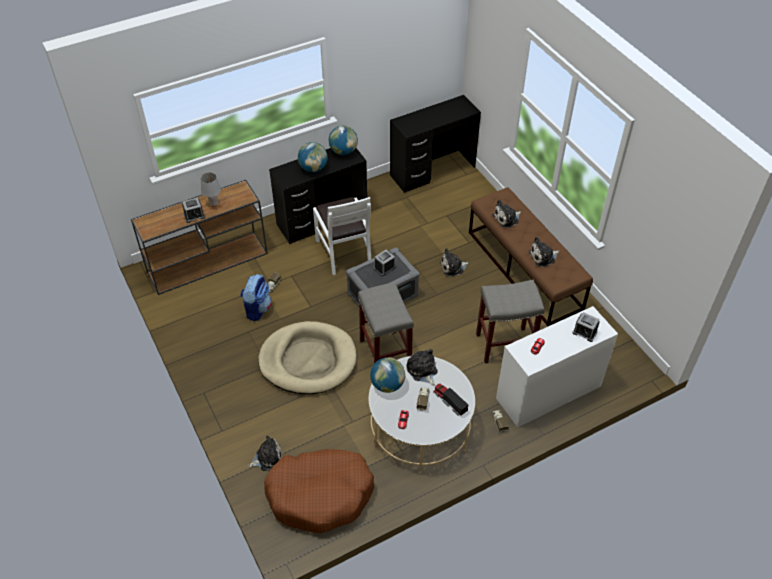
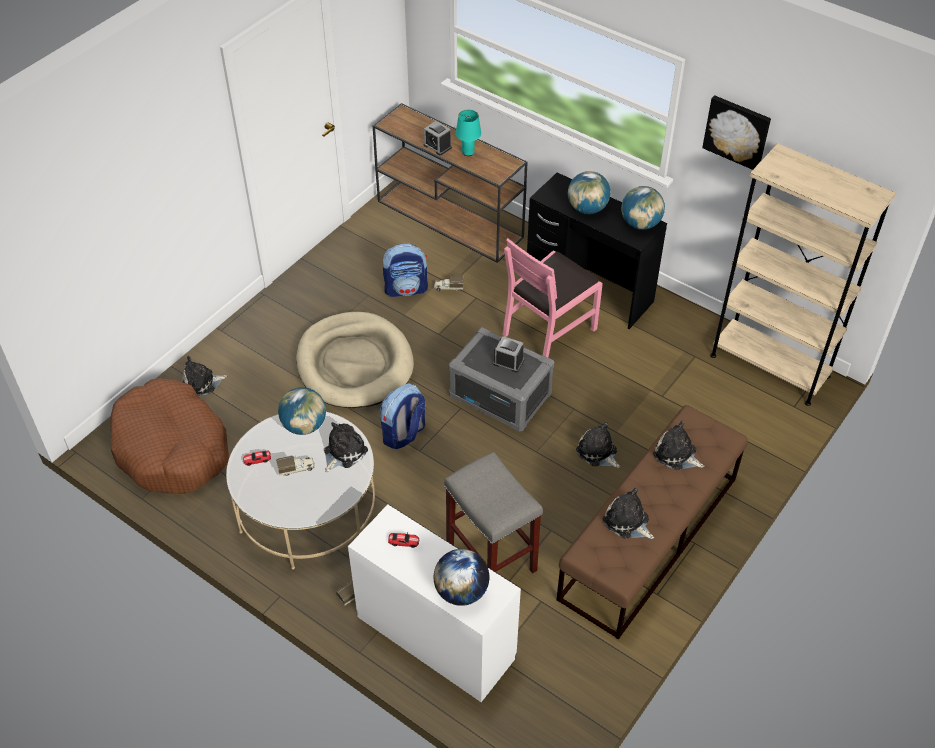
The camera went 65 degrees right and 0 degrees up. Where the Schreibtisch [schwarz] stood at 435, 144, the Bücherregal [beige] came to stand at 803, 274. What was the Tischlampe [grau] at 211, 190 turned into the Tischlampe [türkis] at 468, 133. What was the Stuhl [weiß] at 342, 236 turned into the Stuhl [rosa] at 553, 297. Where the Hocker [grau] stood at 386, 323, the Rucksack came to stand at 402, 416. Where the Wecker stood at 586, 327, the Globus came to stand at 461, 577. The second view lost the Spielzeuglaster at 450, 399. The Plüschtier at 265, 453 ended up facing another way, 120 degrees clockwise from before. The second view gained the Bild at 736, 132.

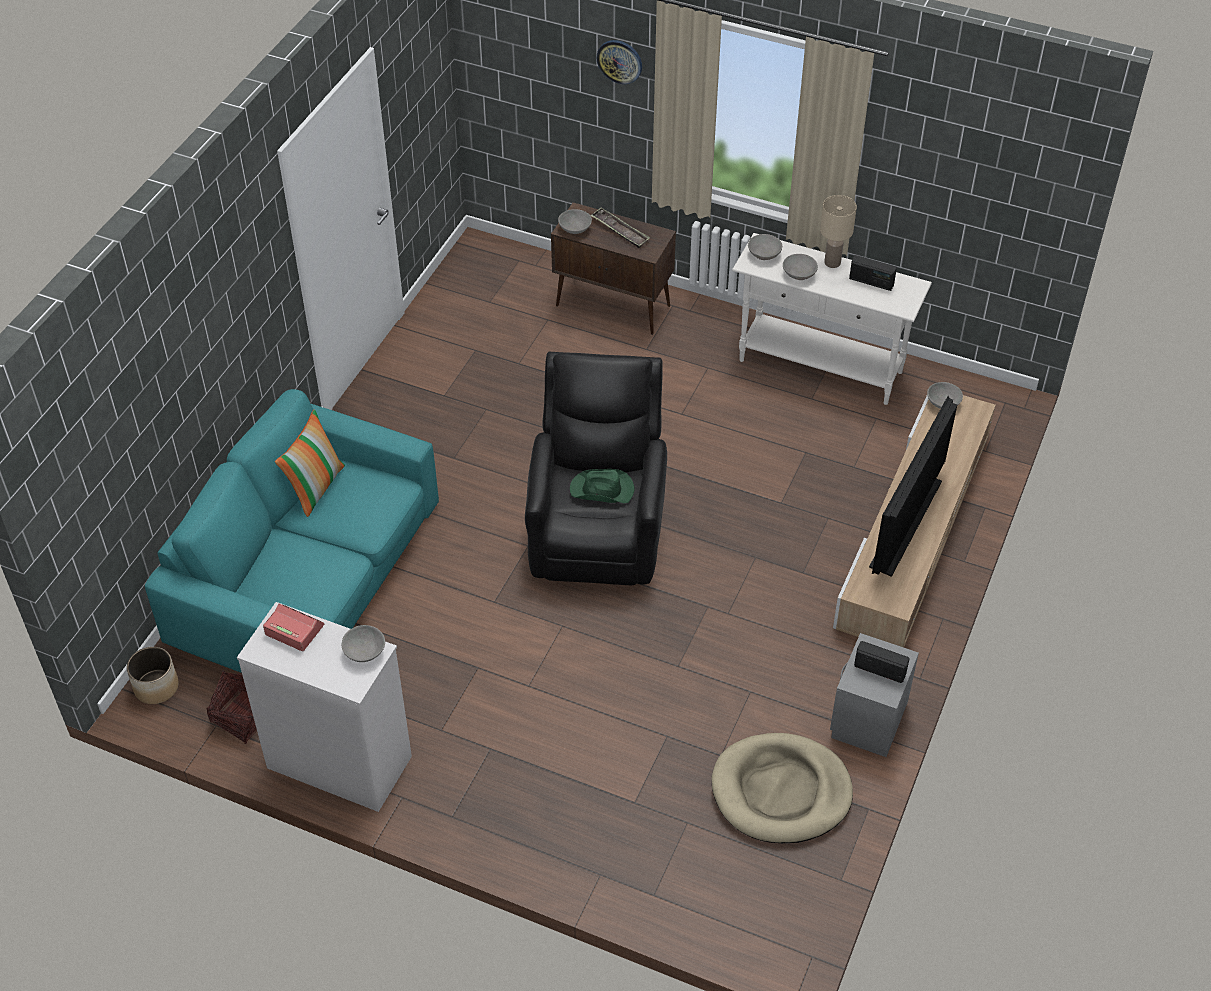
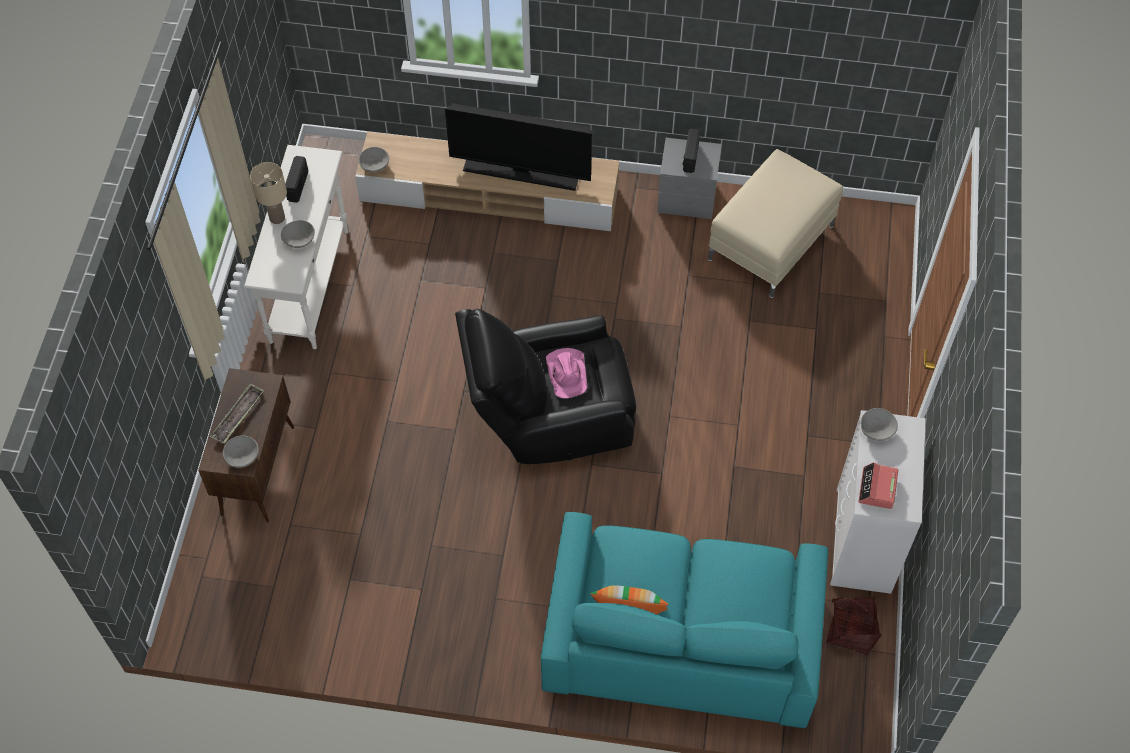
The camera went 105 degrees left and 10 degrees up. The second view lost the Wanduhr at 619, 62. The second view lost the Schüssel [grau] at 765, 247. What was the Hut [grün] at 602, 486 turned into the Hut [rosa] at 566, 373. The second view lost the Pflanzkübel at 153, 675. Where the Hundebett [beige] stood at 782, 788, the Polsterhocker [beige] came to stand at 775, 223.

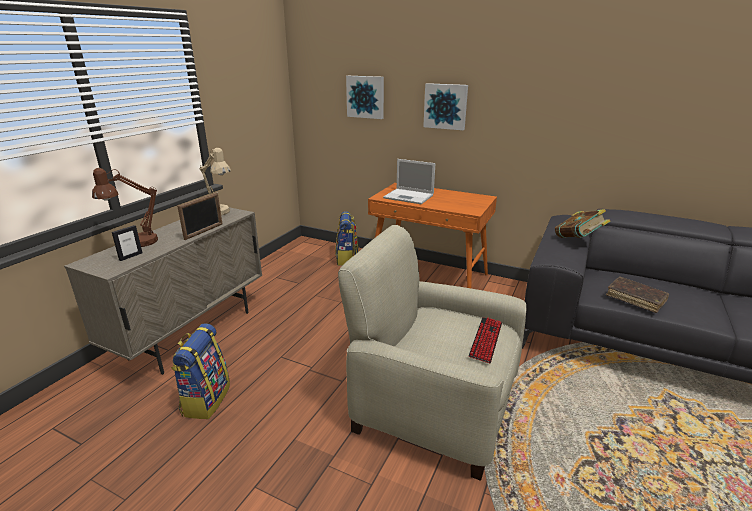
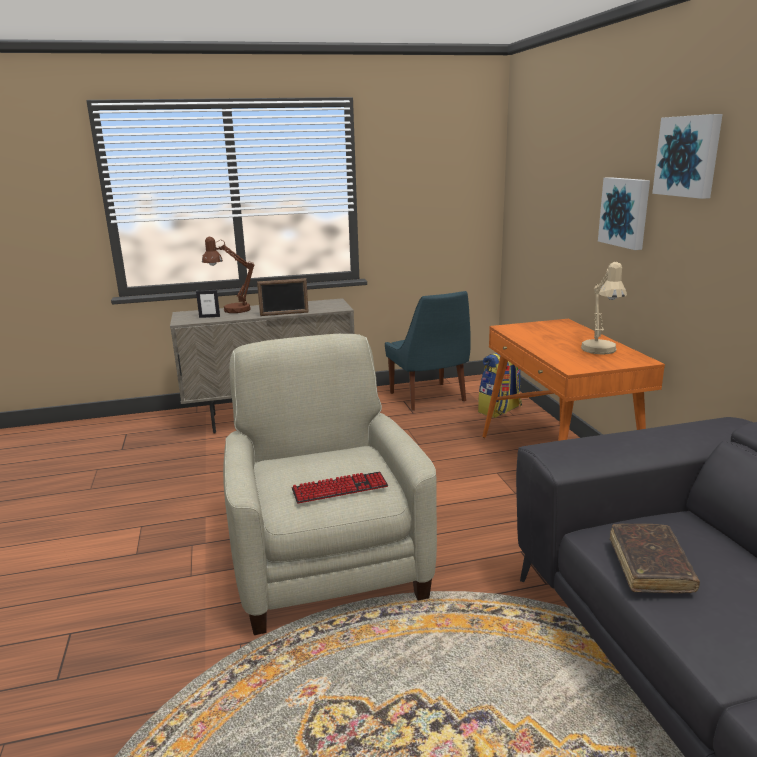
The camera went 50 degrees right and 5 degrees down. The Bild ended up elsewhere, having gone from 365, 97 to 687, 156. The Tischlampe [beige] ended up elsewhere, having gone from 215, 181 to 604, 308. The second view lost the Laptop at 409, 181. The second view lost the Buch at 583, 223. The second view lost the Rucksack at 200, 371. The second view gained the Stuhl [blau] at 428, 351.

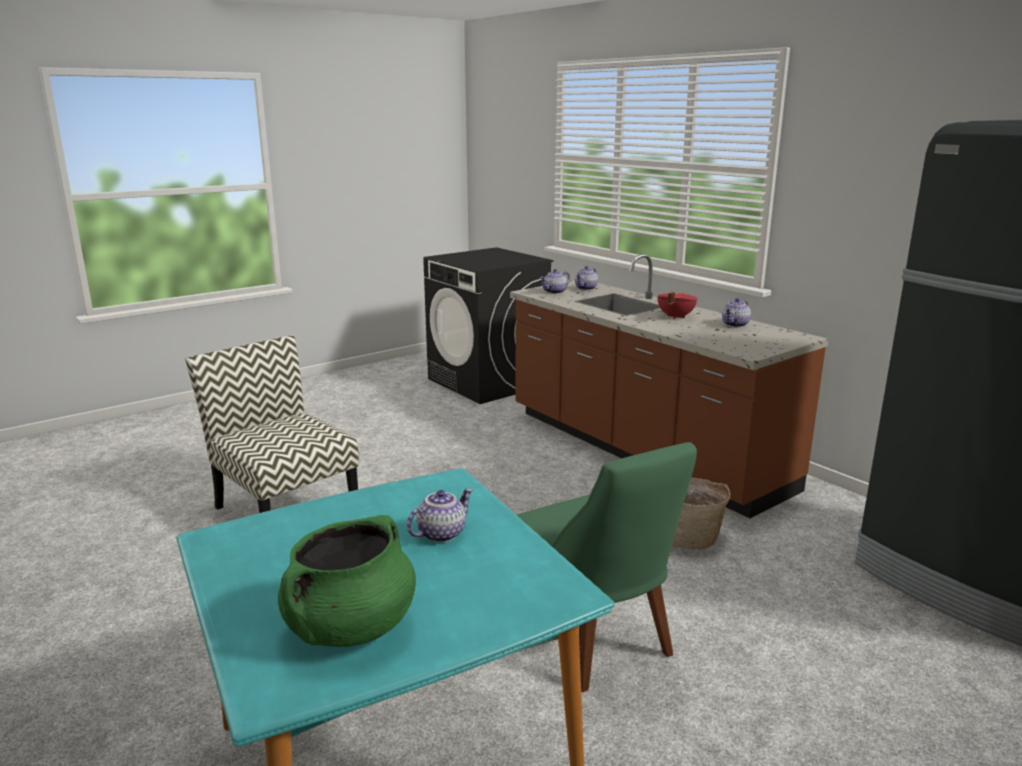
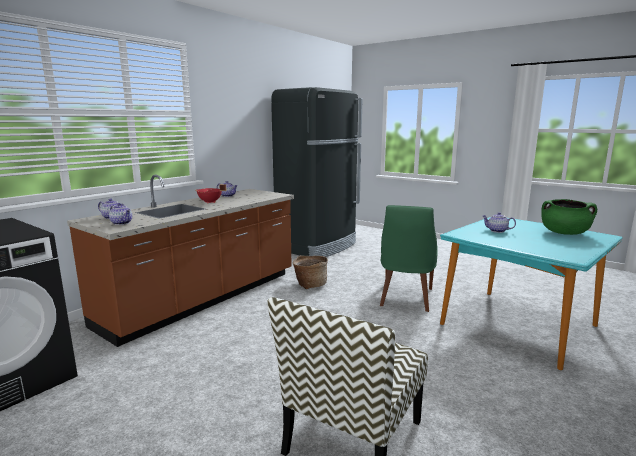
The camera went 105 degrees left and 5 degrees down. The Stuhl [grün] at 607, 567 ended up facing another way, 150 degrees clockwise from before.

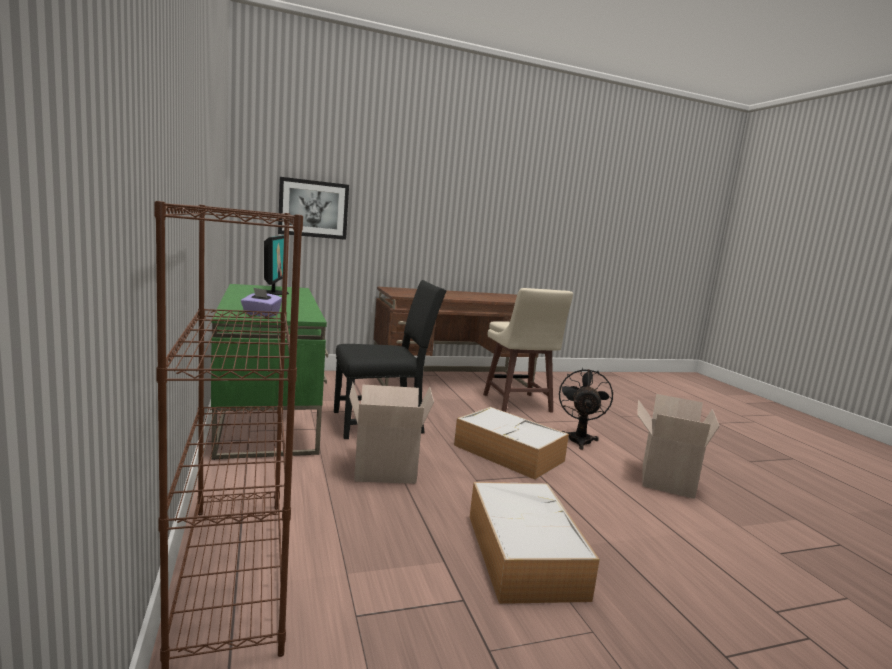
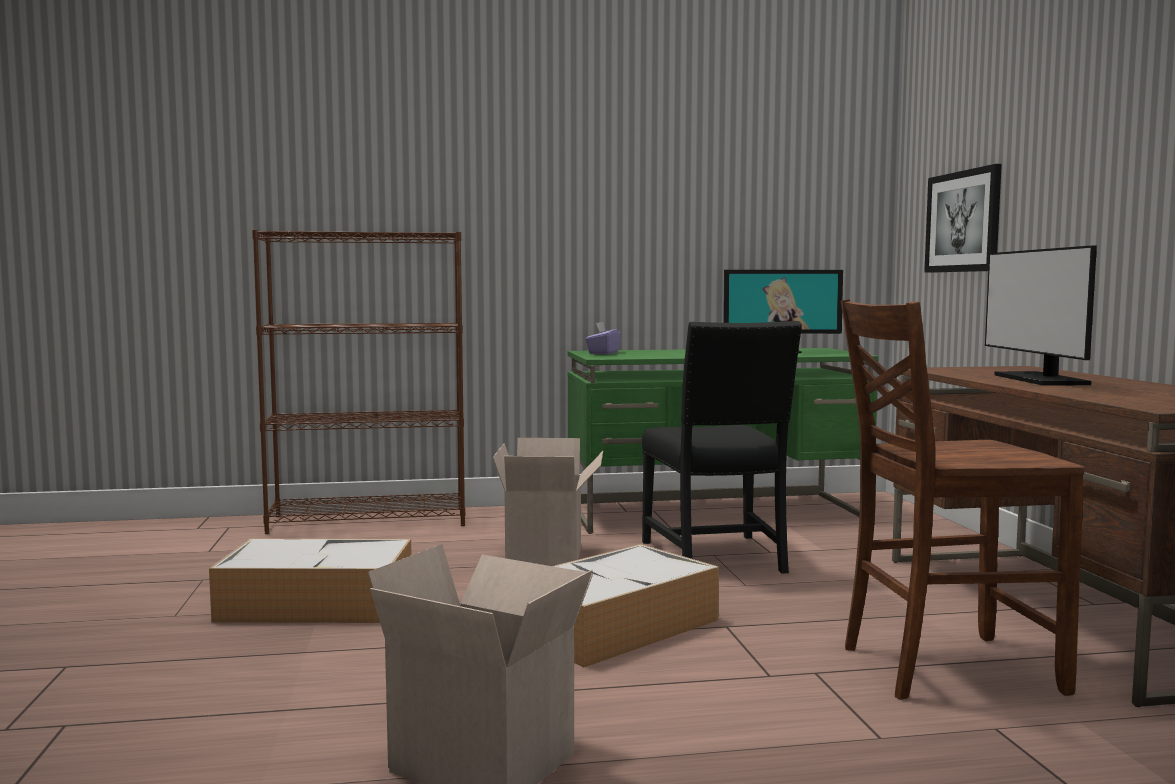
The camera went 100 degrees right and 5 degrees down. Where the Hocker [beige] stood at 528, 350, the Stuhl [braun] came to stand at 963, 499. The second view lost the Ventilator [schwarz] at 586, 408. The second view gained the Monitor at 1041, 315.

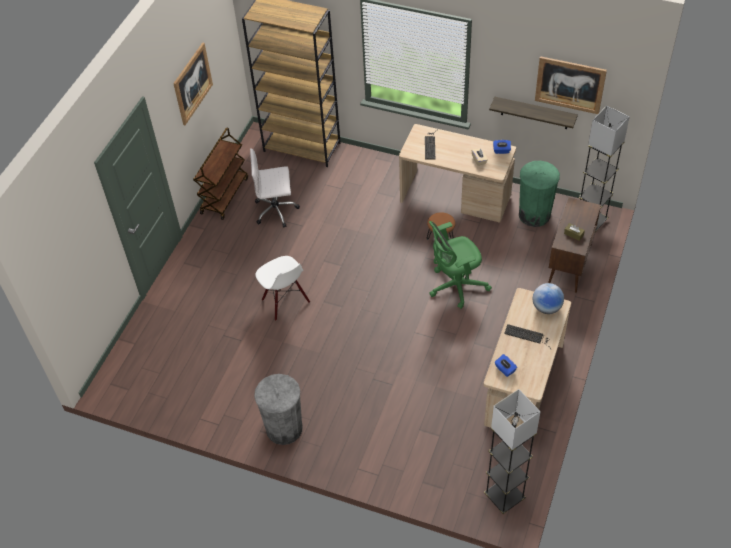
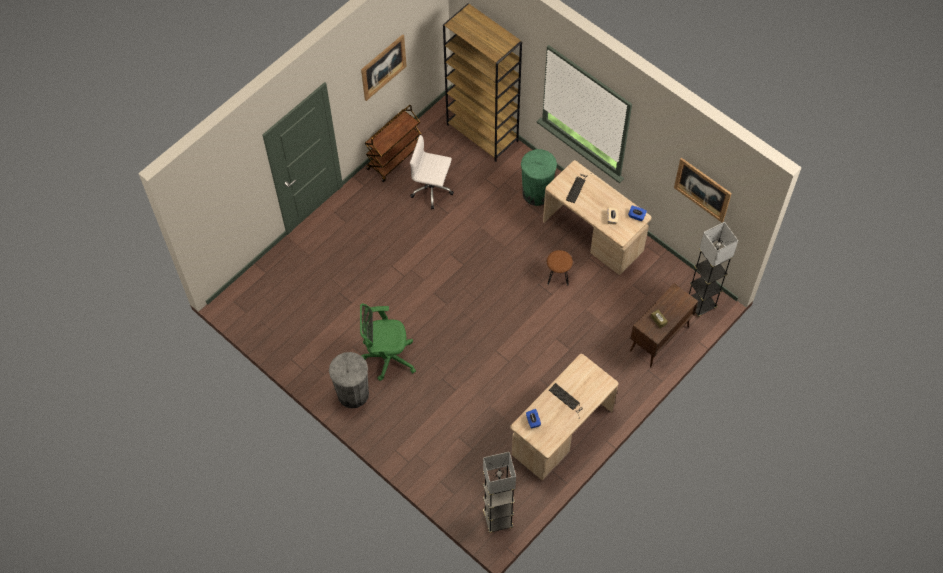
The camera went 20 degrees right and 10 degrees up. The second view lost the Wandregal at 533, 113. The Mülleimer [grün] ended up elsewhere, having gone from 539, 194 to 539, 177. The Bürostuhl [grün] ended up elsewhere, having gone from 460, 265 to 388, 342. The second view lost the Stuhl [weiß] at 282, 288. The second view lost the Globus at 548, 298.

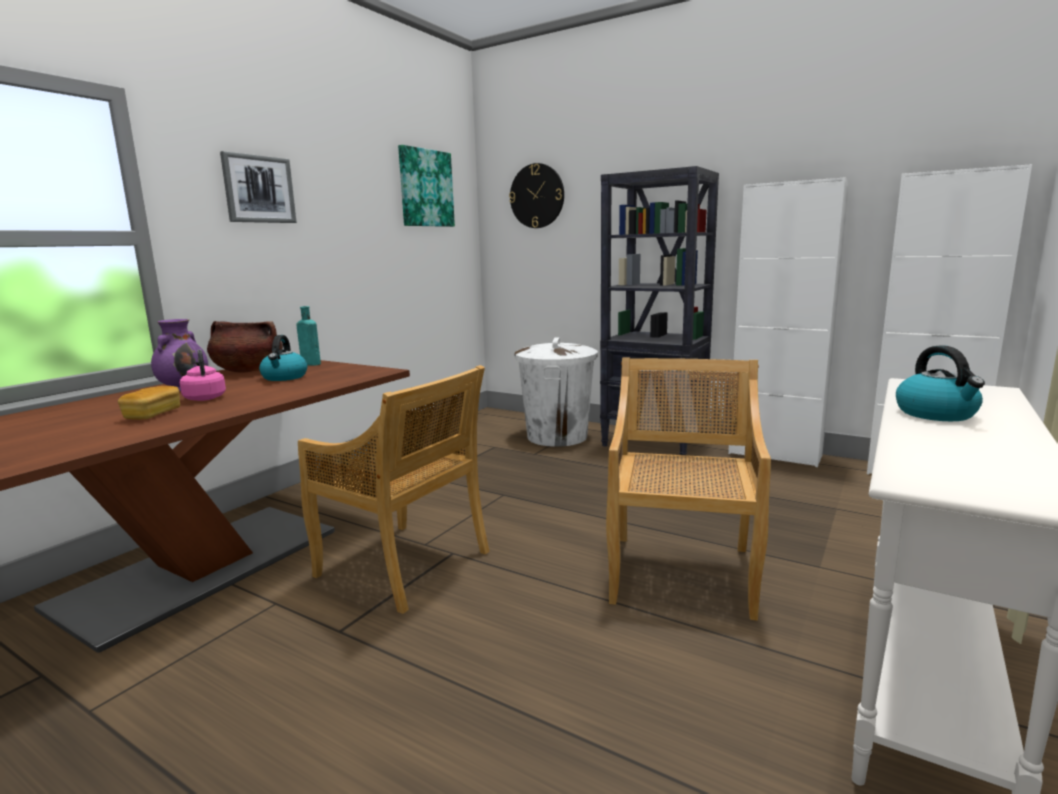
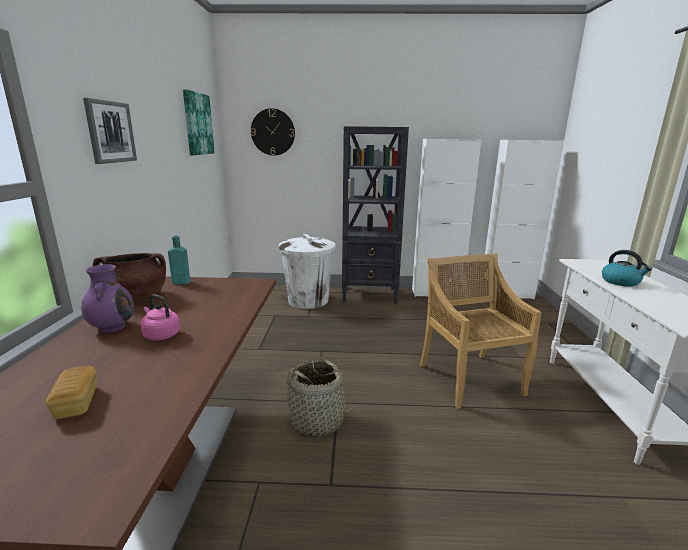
The camera went 30 degrees left and 5 degrees up. The second view lost the Wasserkessel at 283, 358. Where the Stuhl [beige] stood at 394, 489, the Korb came to stand at 320, 397. The Brot ended up elsewhere, having gone from 149, 403 to 71, 392.

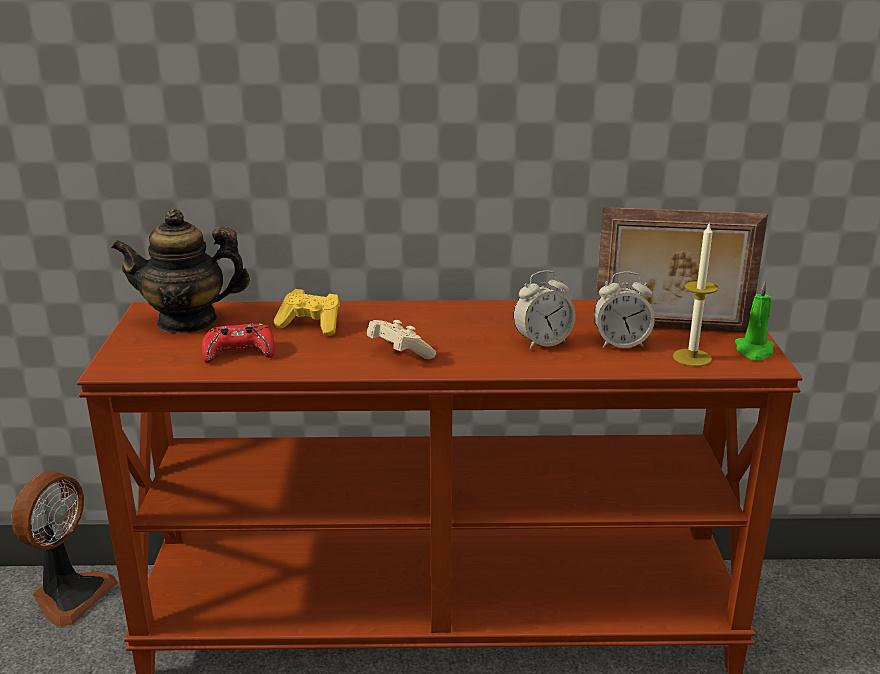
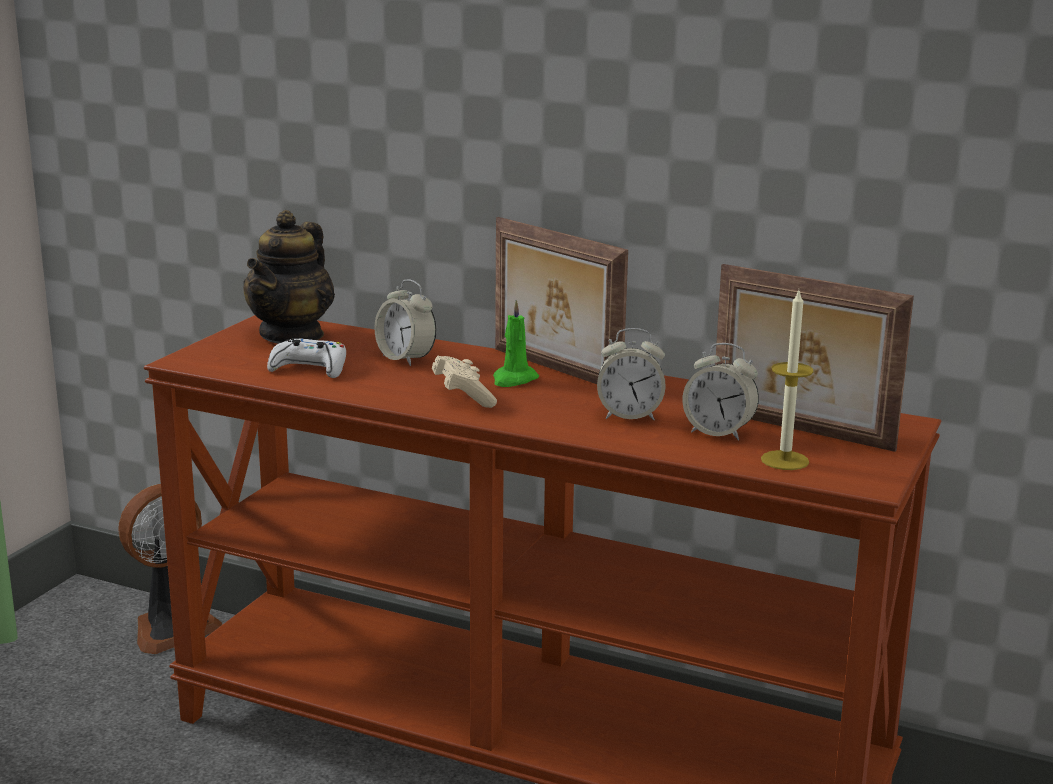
The camera went 25 degrees right and 5 degrees down. The Teekanne at 180, 271 ended up facing another way, 90 degrees counterclockwise from before. The Kerze [grün] ended up elsewhere, having gone from 754, 321 to 516, 343. Where the Gamepad [gelb] stood at 307, 312, the Wecker came to stand at 405, 323. What was the Gamepad [rot] at 238, 343 turned into the Gamepad [weiß] at 306, 358. The second view gained the Bilderrahmen at 561, 300.

